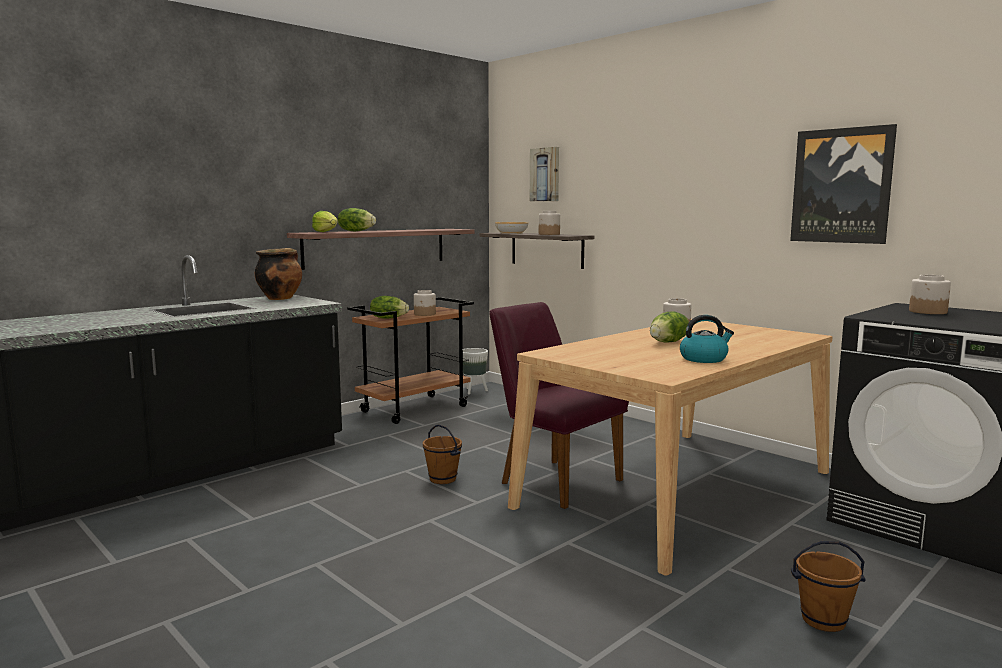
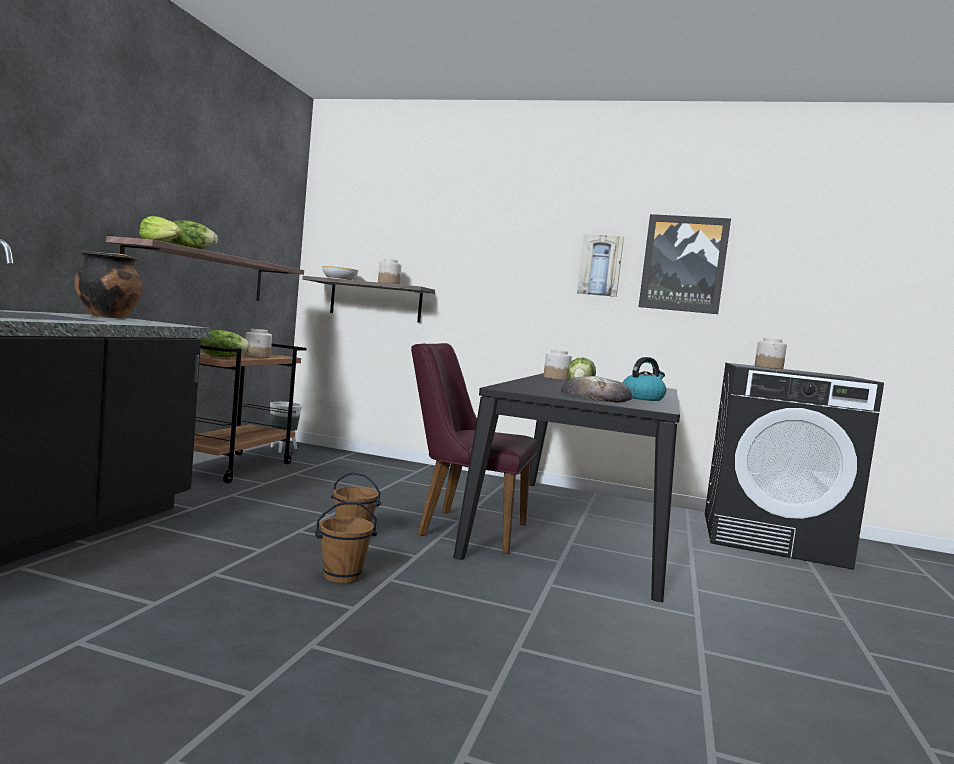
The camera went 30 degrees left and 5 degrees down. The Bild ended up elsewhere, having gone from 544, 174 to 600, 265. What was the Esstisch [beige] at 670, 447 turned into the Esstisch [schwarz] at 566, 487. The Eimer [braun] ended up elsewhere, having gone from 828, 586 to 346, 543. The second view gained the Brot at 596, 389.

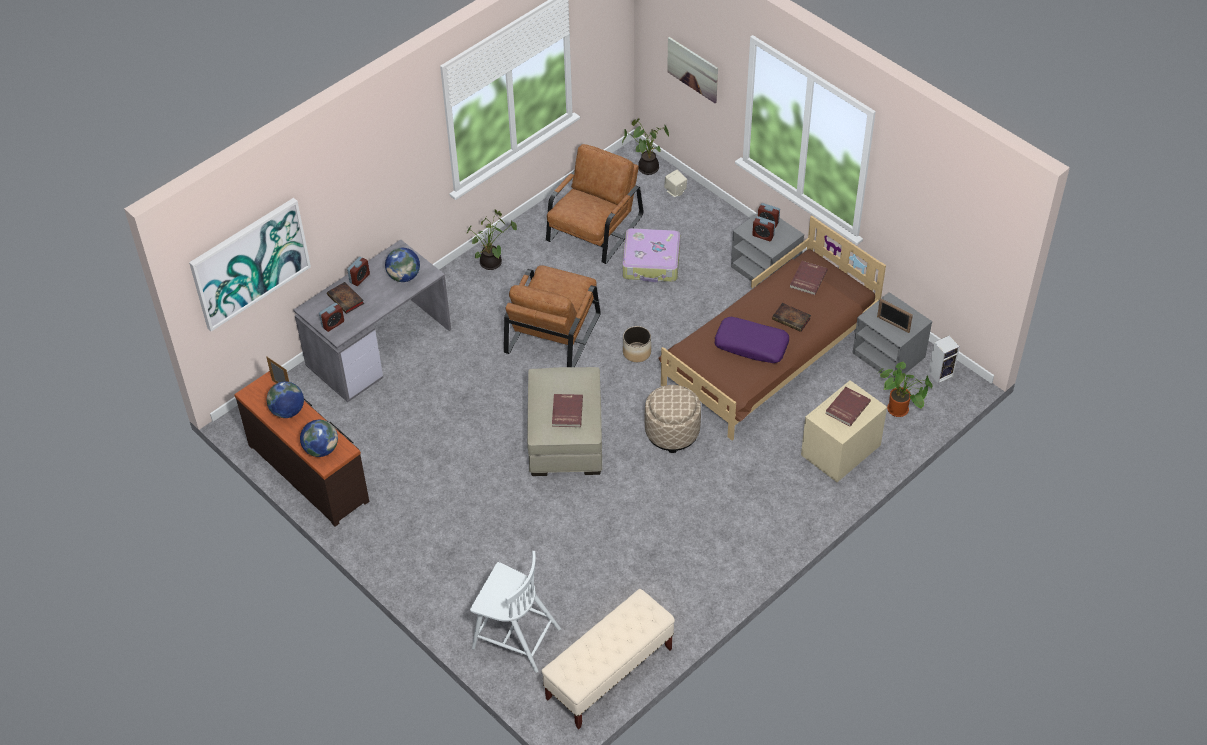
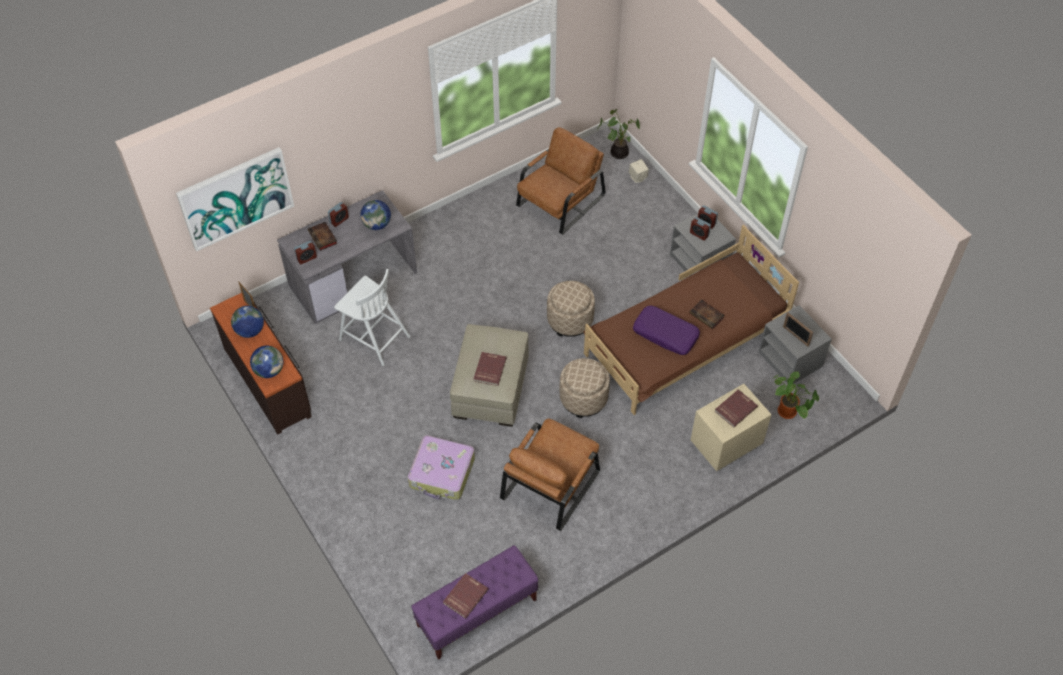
The camera went 10 degrees right and 5 degrees up. The second view lost the Bild at 692, 70. The second view lost the Topfpflanze at 491, 239. The Koffer ended up elsewhere, having gone from 651, 255 to 441, 467. The Buch [rot] ended up elsewhere, having gone from 808, 278 to 465, 596. The Sessel [braun] ended up elsewhere, having gone from 552, 316 to 550, 474. Where the Pflanzkübel stood at 637, 344, the Polsterhocker [beige] came to stand at 571, 309. The second view lost the Lautsprecher at 944, 359. The Stuhl [weiß] ended up elsewhere, having gone from 515, 612 to 372, 317. What was the Bank [beige] at 608, 659 turned into the Bank [lila] at 474, 602.

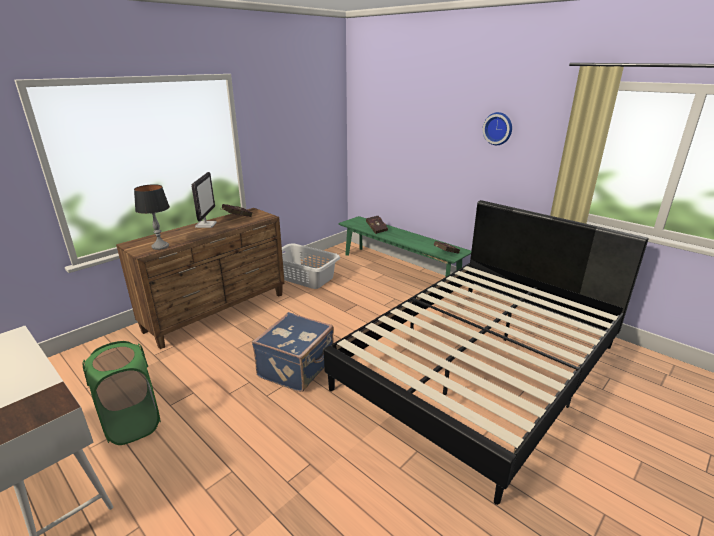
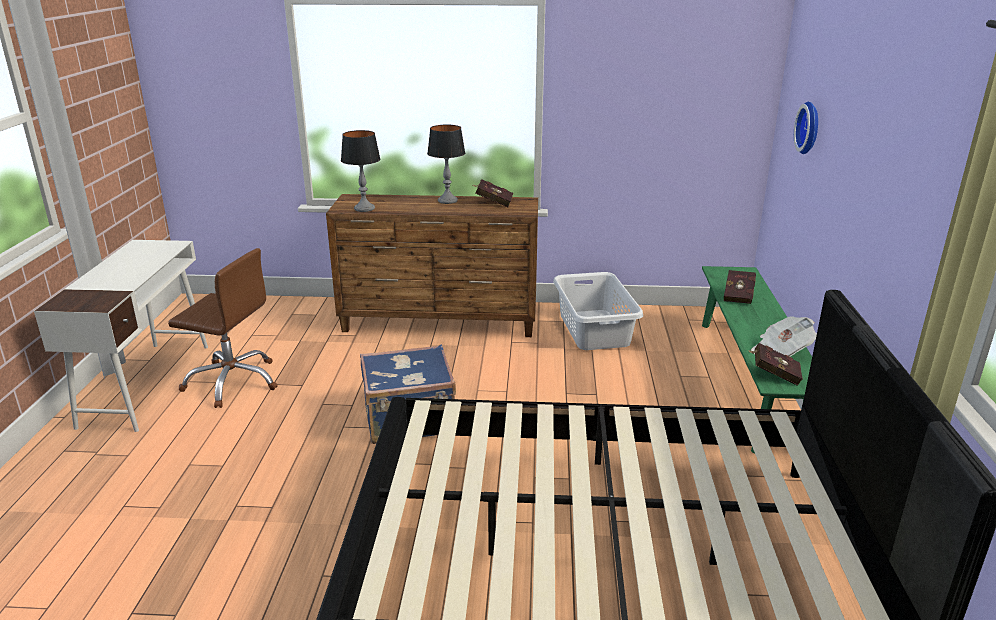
The camera went 50 degrees right and 0 degrees up. The Wanduhr ended up elsewhere, having gone from 497, 128 to 806, 128. Where the Monitor stood at 204, 200, the Tischlampe came to stand at 446, 164. Where the Wäschekorb [grün] stood at 121, 393, the Bürostuhl [braun] came to stand at 223, 328. The second view gained the Zeitung at 784, 336.

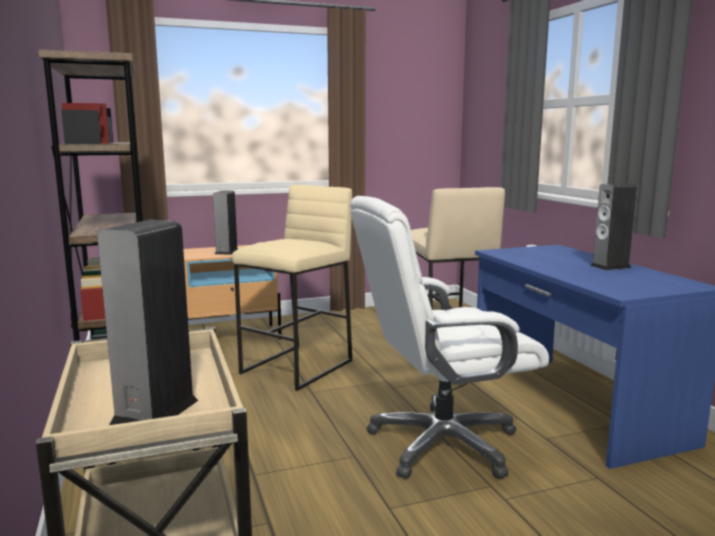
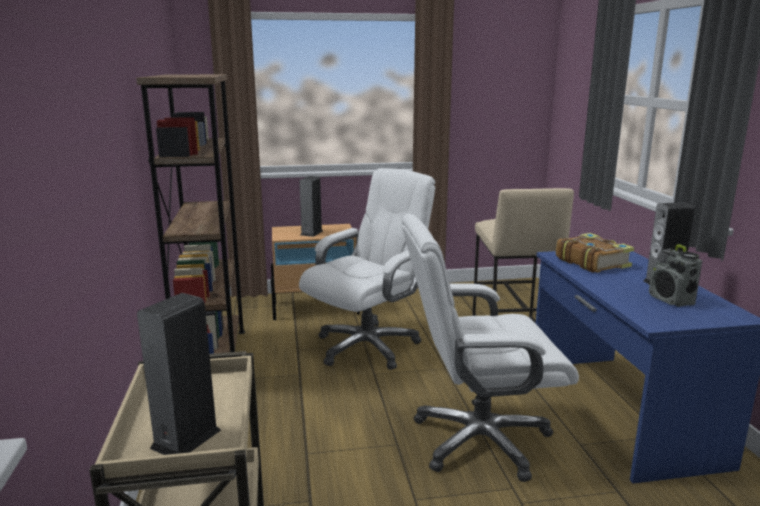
The camera went 10 degrees right and 5 degrees up. Where the Hocker [beige] stood at 292, 288, the Bürostuhl [weiß] came to stand at 367, 269. The second view gained the Buch at 595, 253. The second view gained the Radio at 675, 275.

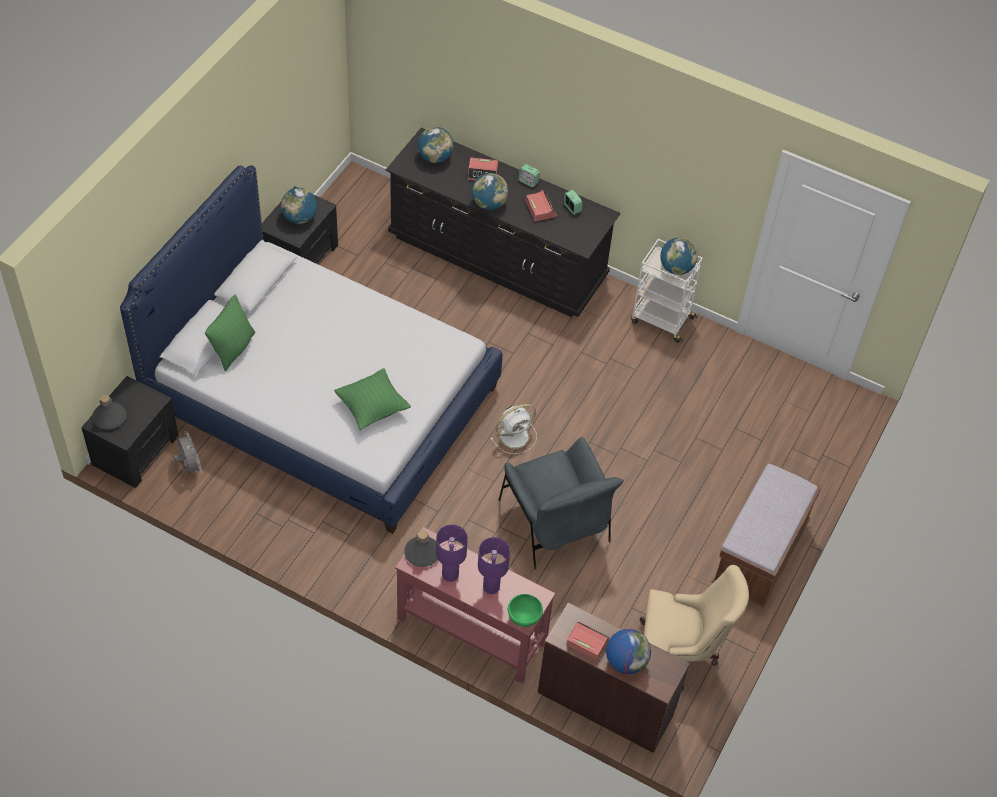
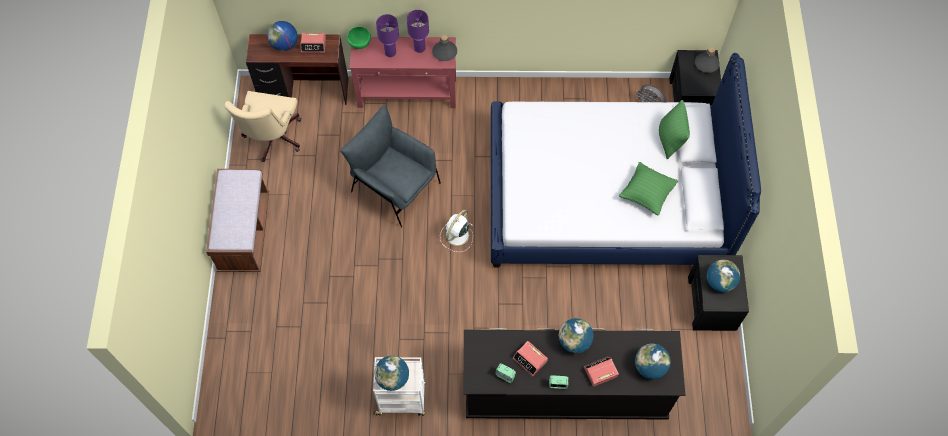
The camera went 155 degrees right and 10 degrees up. The Kissen [grün] ended up elsewhere, having gone from 372, 399 to 648, 189. The Bürostuhl [beige] at 694, 628 ended up facing another way, 60 degrees counterclockwise from before.

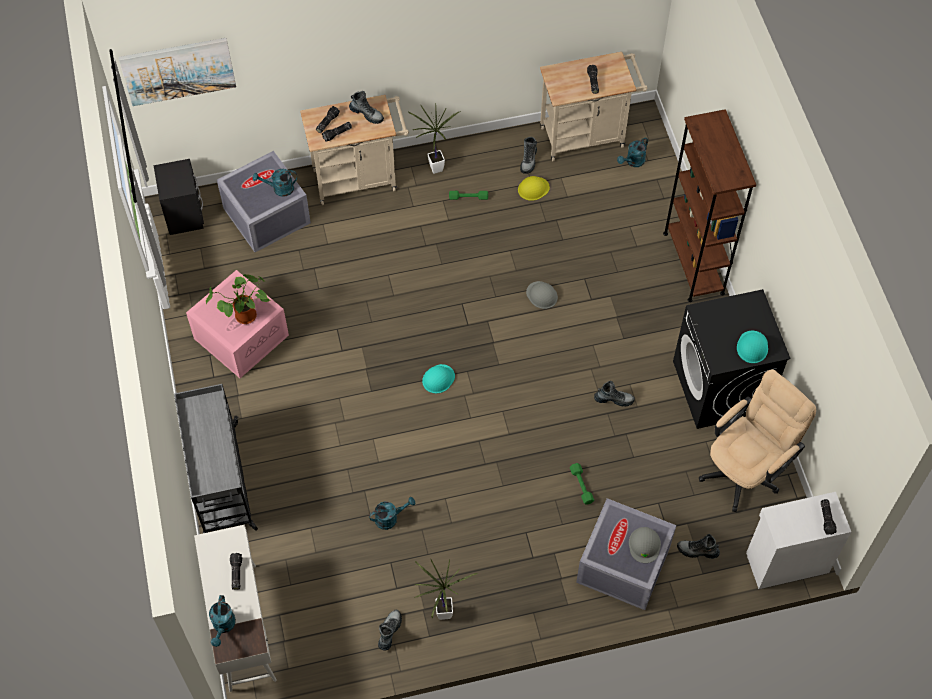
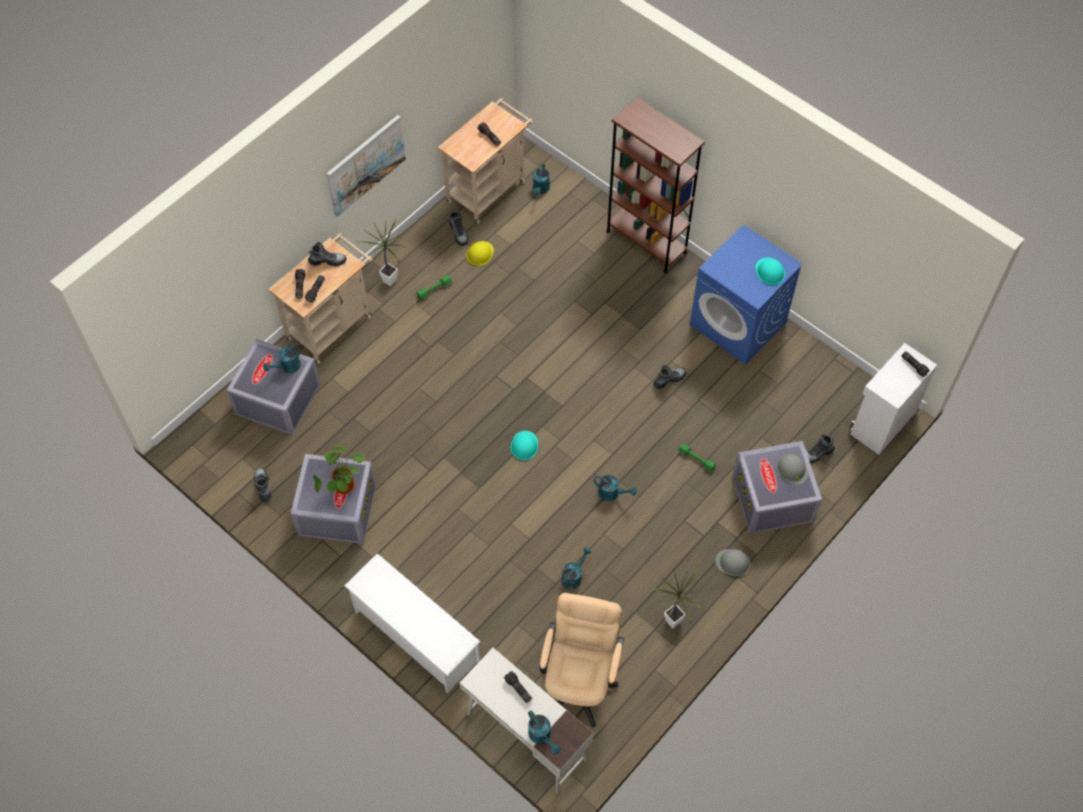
The camera went 35 degrees left and 0 degrees up. The Bild ended up elsewhere, having gone from 177, 72 to 366, 166. The second view lost the Nachttisch [schwarz] at 178, 197. What was the Aufbewahrungsbox [rosa] at 237, 324 turned into the Aufbewahrungsbox [grau] at 333, 499. The Schutzhelm [grau] ended up elsewhere, having gone from 542, 295 to 732, 562. What was the Waschmaschine [schwarz] at 732, 359 turned into the Waschmaschine [blau] at 746, 294. The Bürostuhl [beige] ended up elsewhere, having gone from 757, 440 to 582, 660. Where the Rollwagen [grau] stood at 216, 458, the Schuhregal [weiß] came to stand at 412, 623. The Stiefel ended up elsewhere, having gone from 390, 630 to 262, 484. The second view gained the Gießkanne [türkis] at 615, 488.

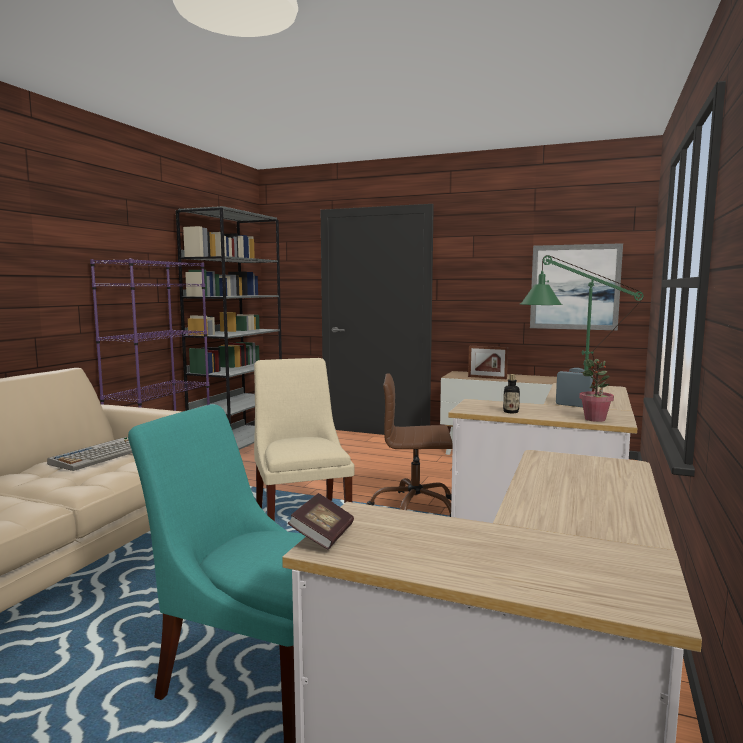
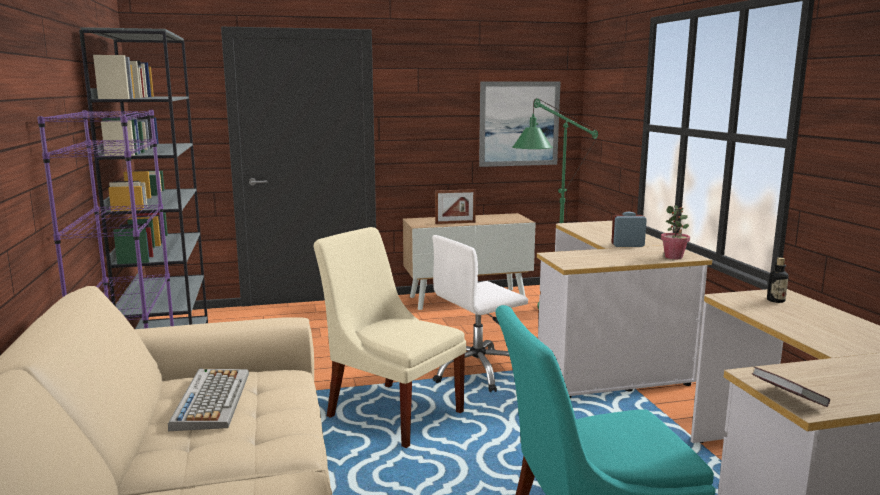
The camera went 35 degrees left and 5 degrees up. What was the Bürostuhl [braun] at 410, 445 turned into the Bürostuhl [weiß] at 480, 313. The Flasche ended up elsewhere, having gone from 511, 393 to 778, 280.

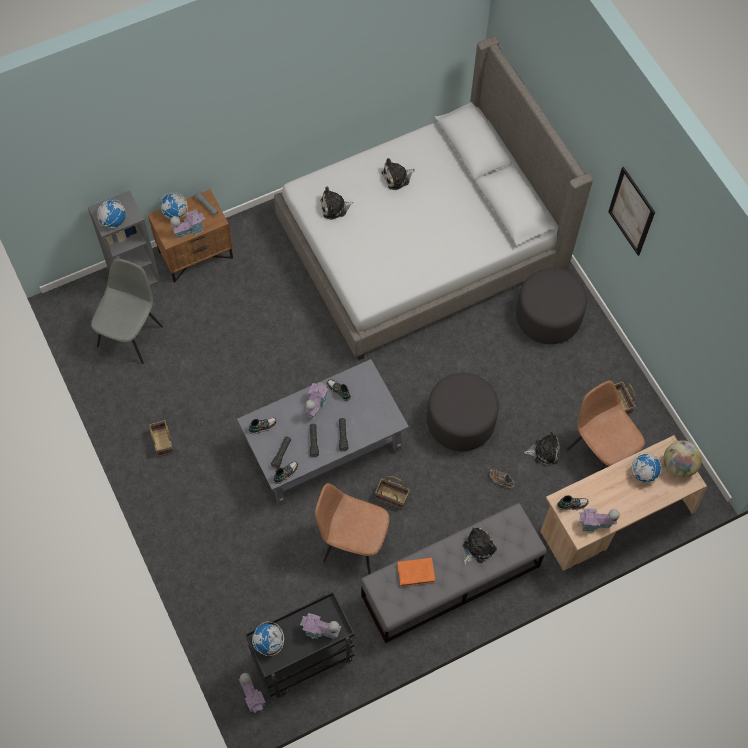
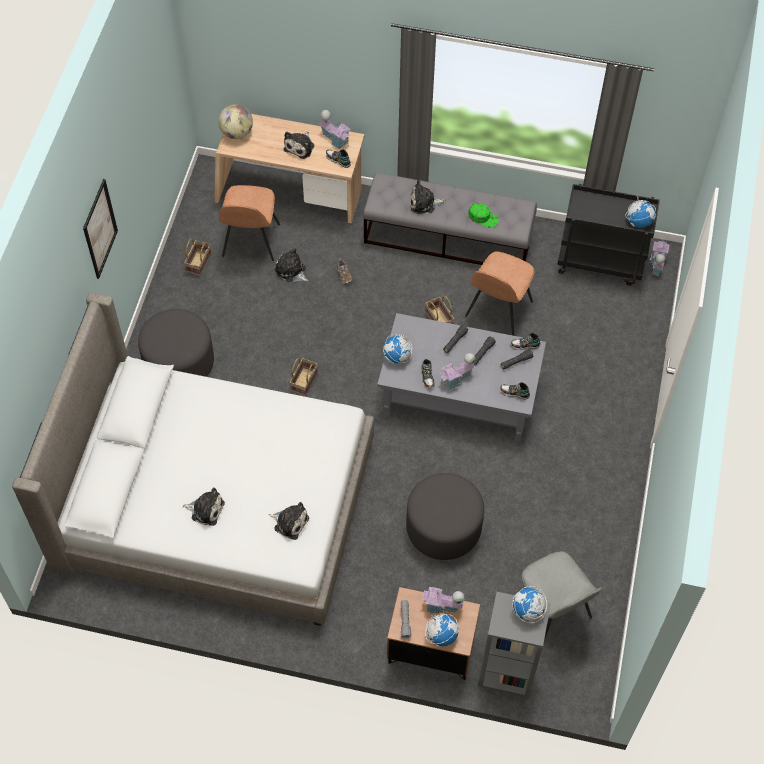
The camera went 140 degrees left and 5 degrees down. The Stuhl [grau] at 127, 311 ended up facing another way, 90 degrees counterclockwise from before. The Polsterhocker [grau] ended up elsewhere, having gone from 463, 412 to 445, 516. The Korb ended up elsewhere, having gone from 161, 438 to 304, 377. The Globus ended up elsewhere, having gone from 645, 468 to 397, 349. The Stuhl [braun] at 352, 529 ended up facing another way, 60 degrees clockwise from before. Where the Buch [orange] stood at 416, 572, the Kappe [grün] came to stand at 483, 215. The second view lost the Spielzeughaus at 320, 626. The second view gained the Plüschtier at 299, 145.

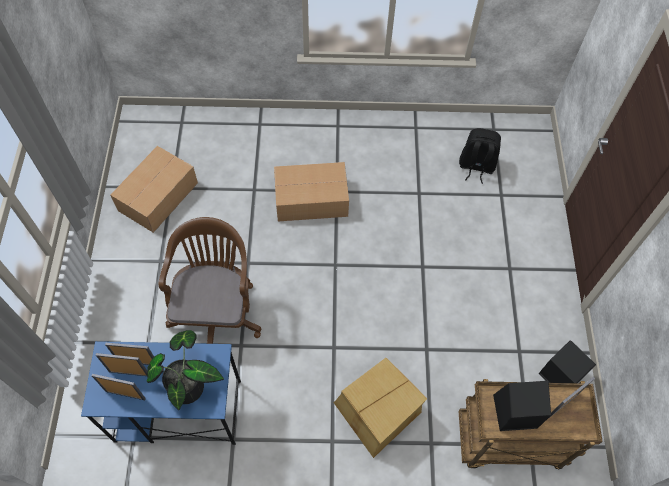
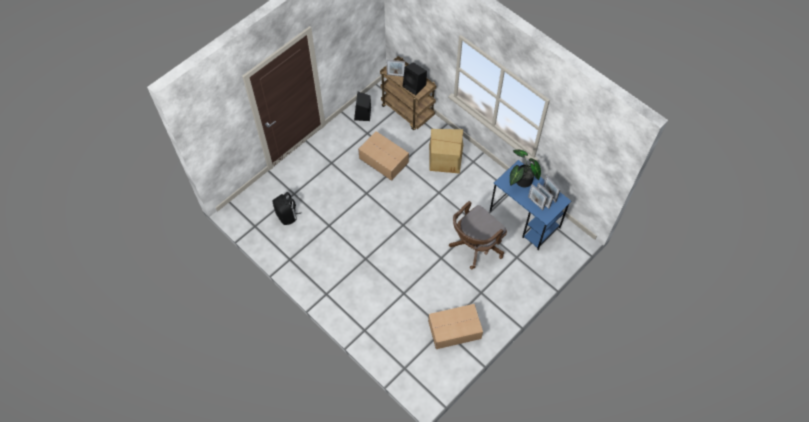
The camera went 135 degrees left and 0 degrees up. The Karton ended up elsewhere, having gone from 311, 191 to 383, 156.

